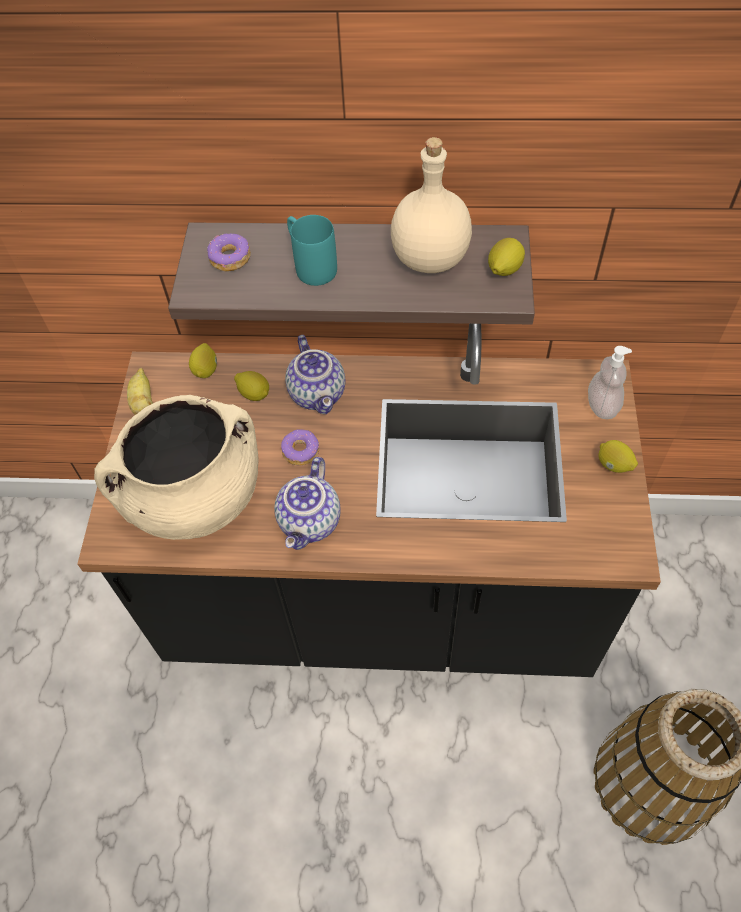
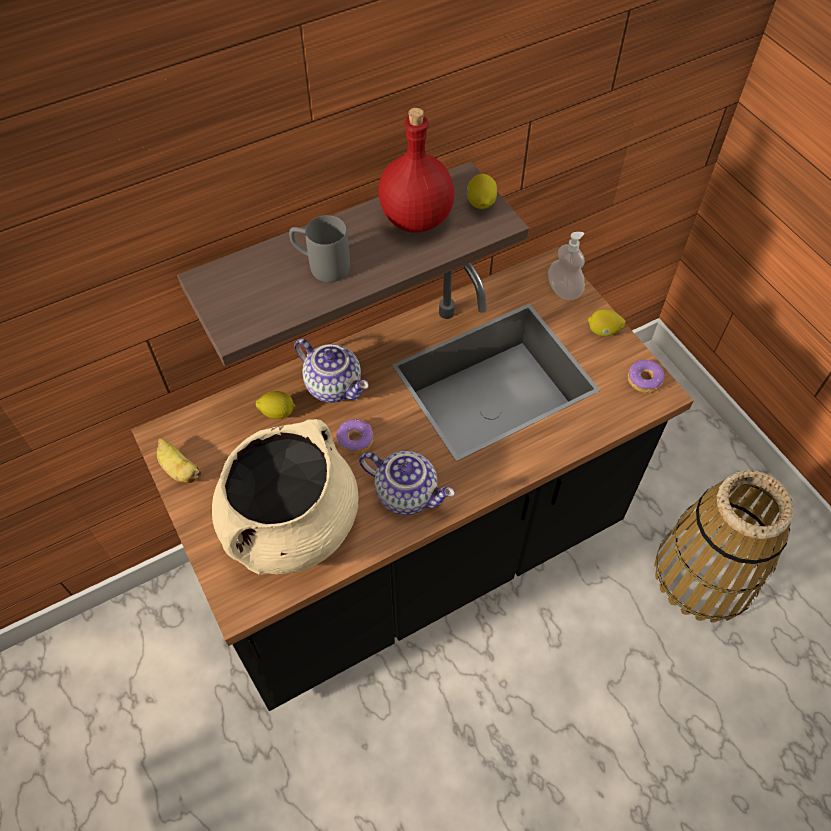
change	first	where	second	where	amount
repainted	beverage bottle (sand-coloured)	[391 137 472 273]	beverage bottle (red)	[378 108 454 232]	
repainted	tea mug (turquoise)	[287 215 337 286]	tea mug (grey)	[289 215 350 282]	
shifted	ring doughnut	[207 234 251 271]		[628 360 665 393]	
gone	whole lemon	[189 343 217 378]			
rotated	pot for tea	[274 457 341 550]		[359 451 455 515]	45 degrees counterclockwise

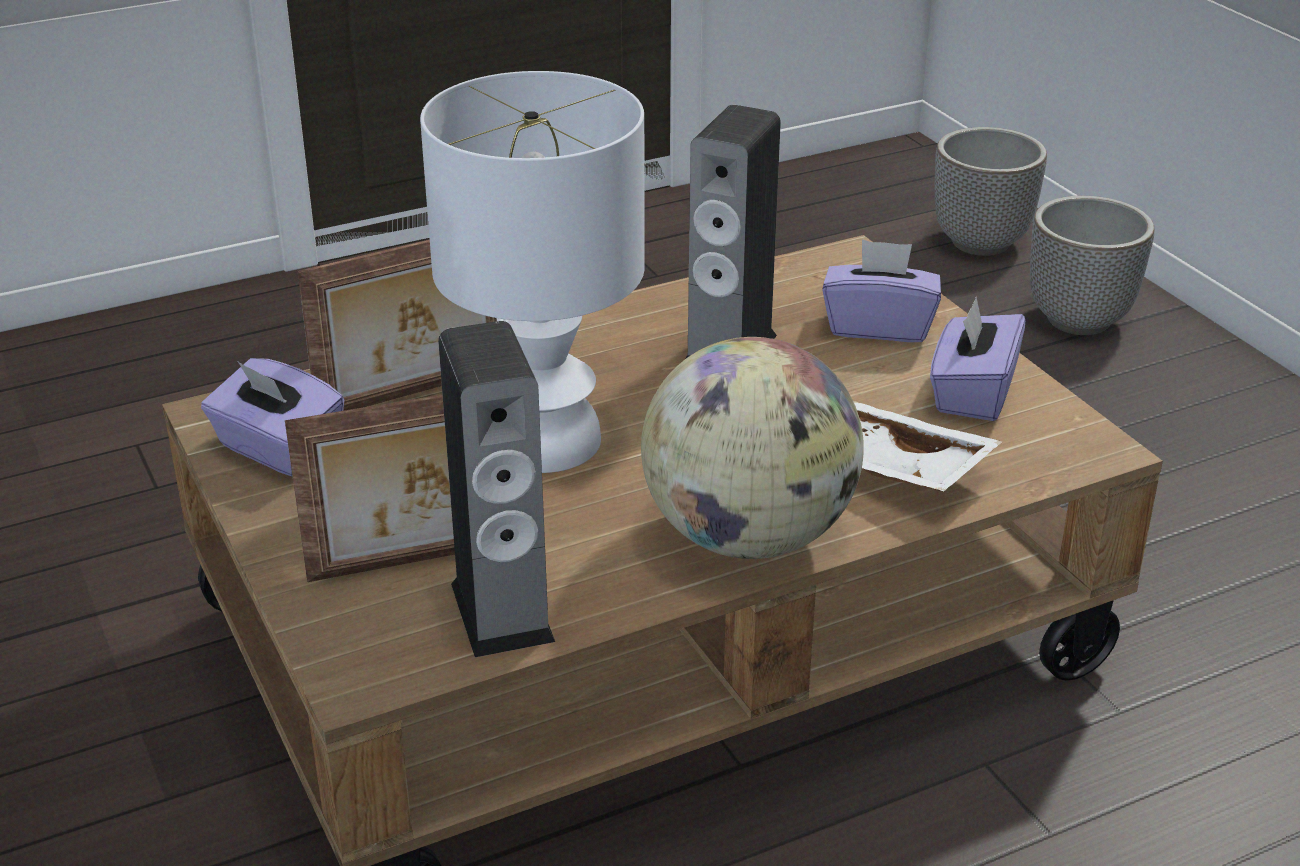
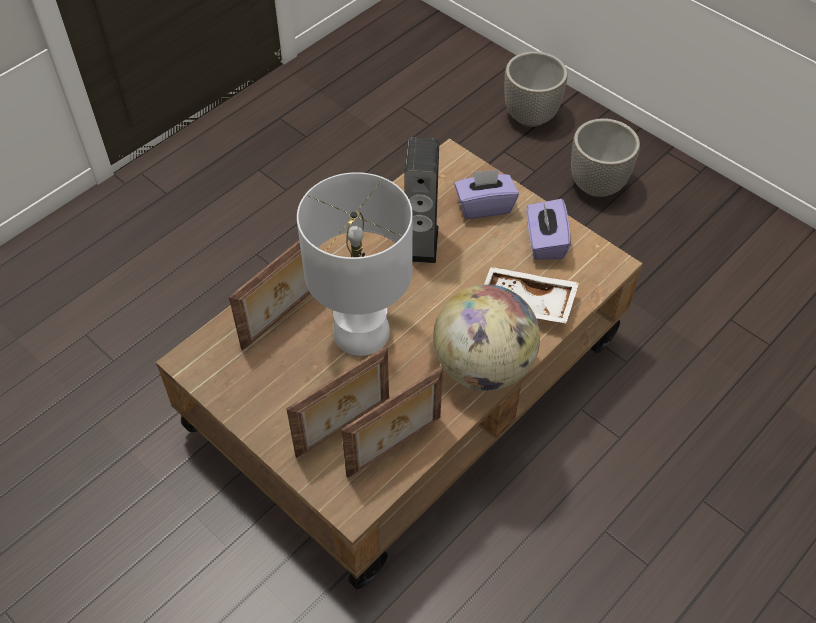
change	first	where	second	where	amount
shifted	planter	[935 127 1047 256]		[571 118 640 197]	
swapped	speaker	[438 321 555 657]	standing frame	[341 366 443 478]	
gone	box of tissues (purple-coloured)	[201 358 344 477]			

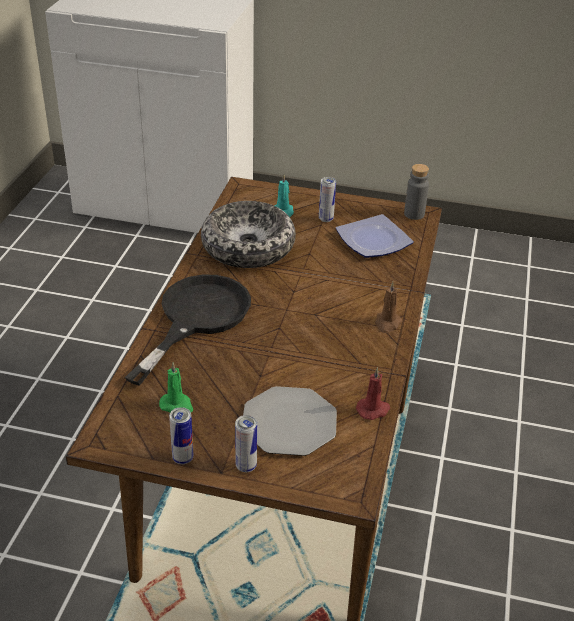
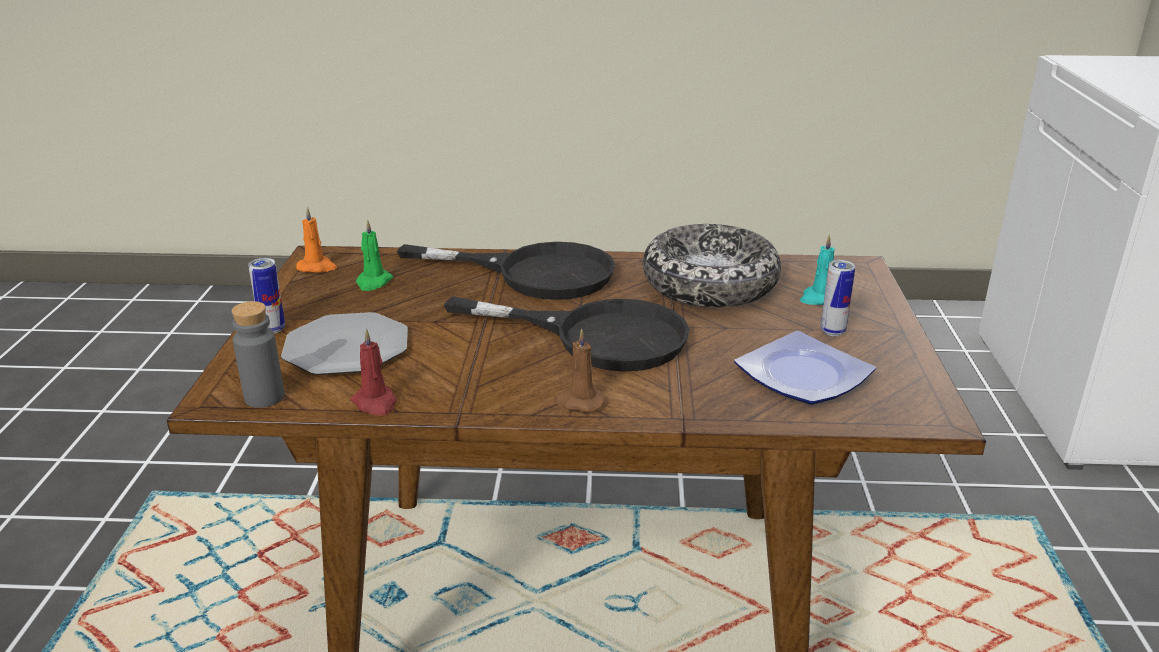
change	first	where	second	where	amount
shifted	beverage bottle (grey)	[404 164 429 220]		[231 301 284 408]	
gone	metal can	[169 407 193 464]			
new			wax candle (orange)	[296 206 337 273]	
new			skillet (black)	[444 296 690 372]	

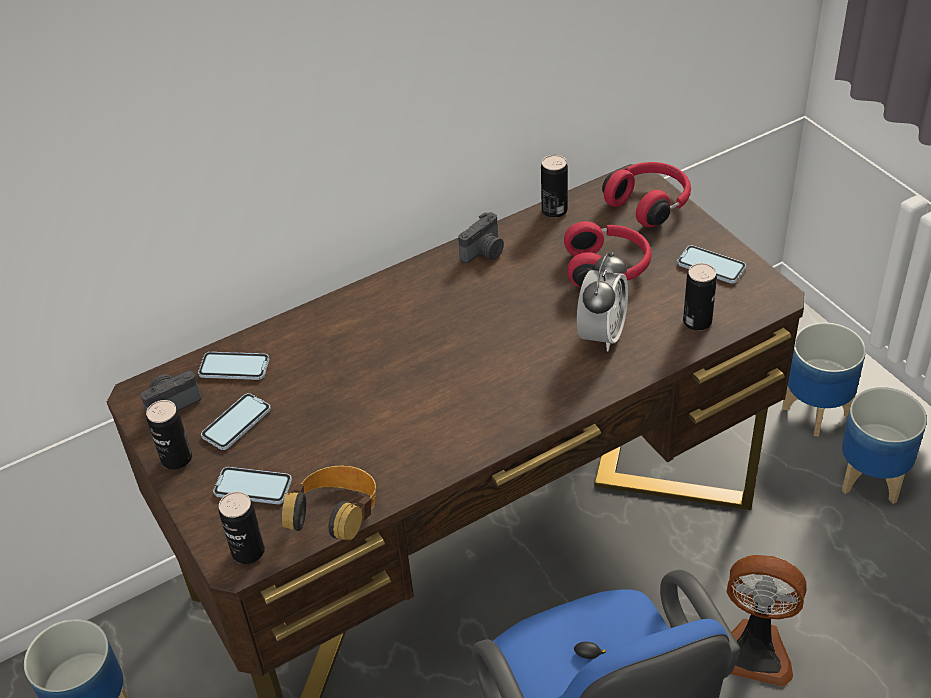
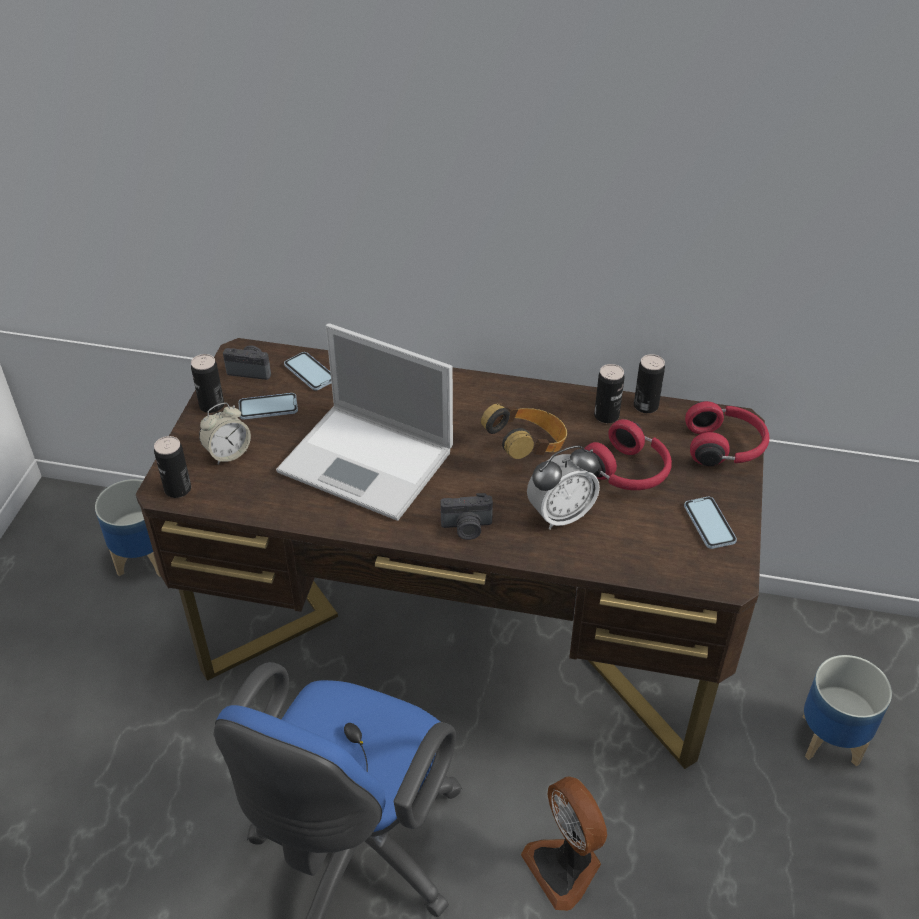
change	first	where	second	where	amount
shifted	still camera	[458 212 504 263]		[441 493 493 540]	
shifted	metal can	[683 263 717 331]		[594 364 625 423]	
gone	planter	[842 387 927 504]			
shifted	pair of headphones	[282 466 376 541]		[481 403 567 459]	
swapped	telephone	[213 467 292 504]	table clock	[199 403 251 464]	
new			laptop	[276 323 453 521]	

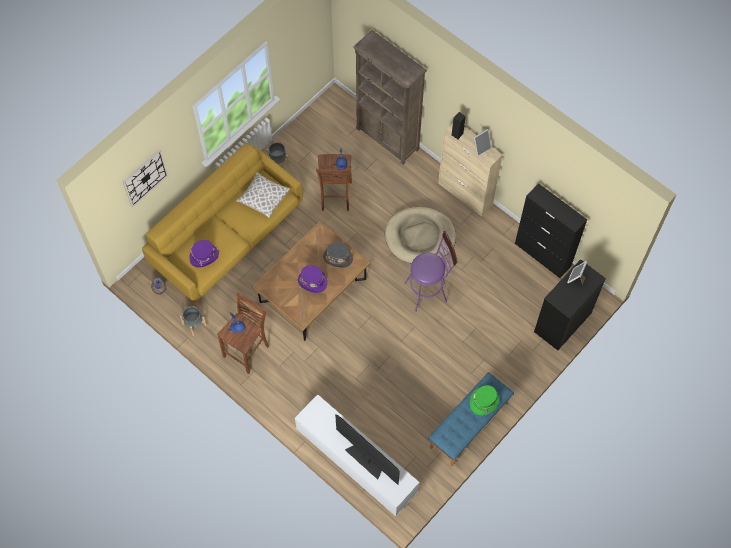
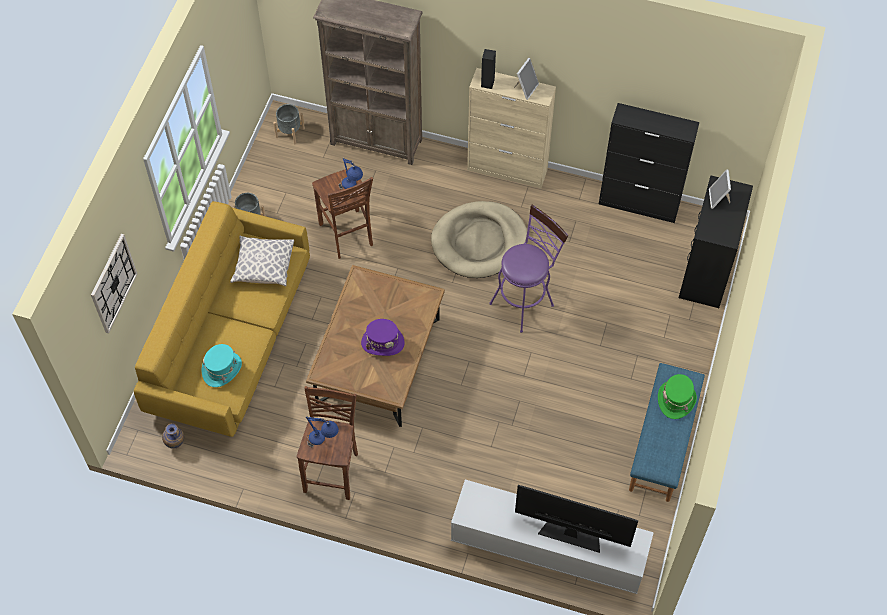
change	first	where	second	where	amount
repainted	wearable hat (purple-coloured)	[189 240 219 268]	wearable hat (turquoise)	[202 344 242 387]	
gone	wearable hat (grey)	[323 241 353 268]			
shifted	planter (grey)	[180 306 207 336]		[273 104 305 144]	

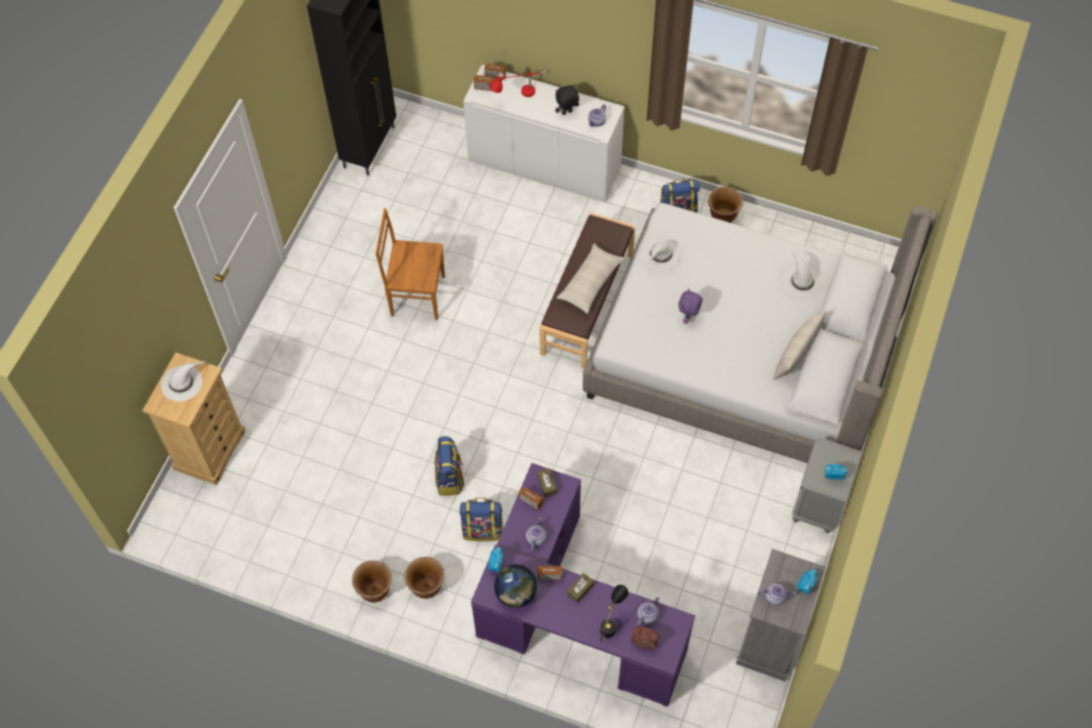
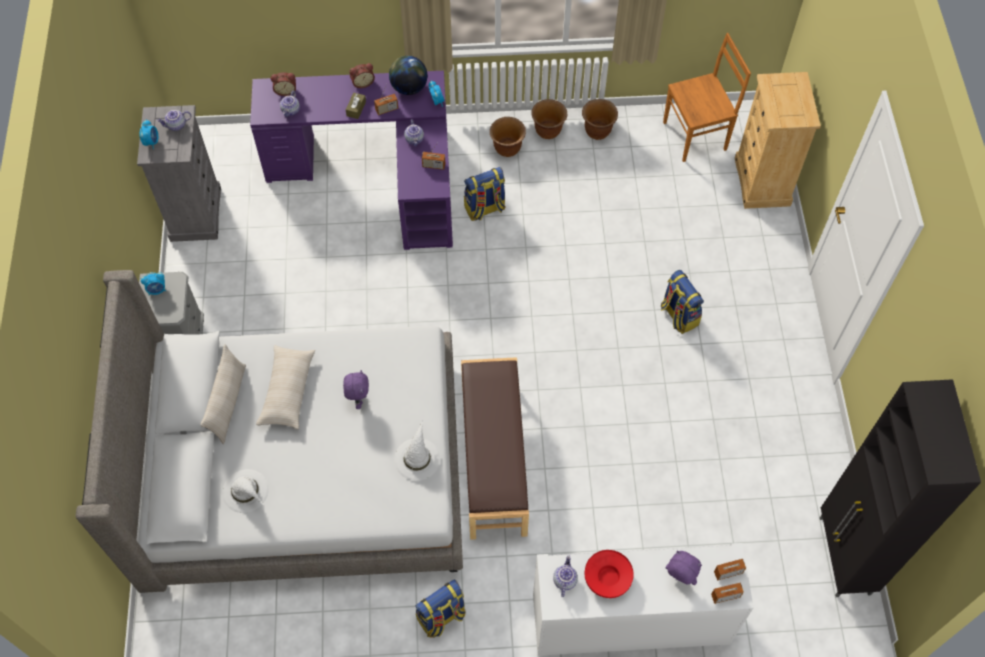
change	first	where	second	where	amount
swapped	lamp for a table (red)	[489 71 547 97]	soft toy (purple-coloured)	[666 551 702 585]	
swapped	soft toy (black)	[555 84 579 115]	serving bowl (red)	[585 550 634 598]	
shifted	planter (brownish)	[708 187 743 223]		[582 99 618 140]	
shifted	upright chair (brownish)	[375 208 445 320]		[663 33 751 162]	
shifted	throw pillow (sand-coloured)	[557 244 625 314]		[256 345 315 429]	
gone	wearable hat (white-coloured)	[161 361 205 401]			
shifted	backpack	[435 436 464 496]		[661 270 704 334]	
gone	box of tissues (brownish)	[537 468 557 497]			
gone	lamp for a table (black)	[600 585 628 642]			
new			table clock	[349 63 375 88]	

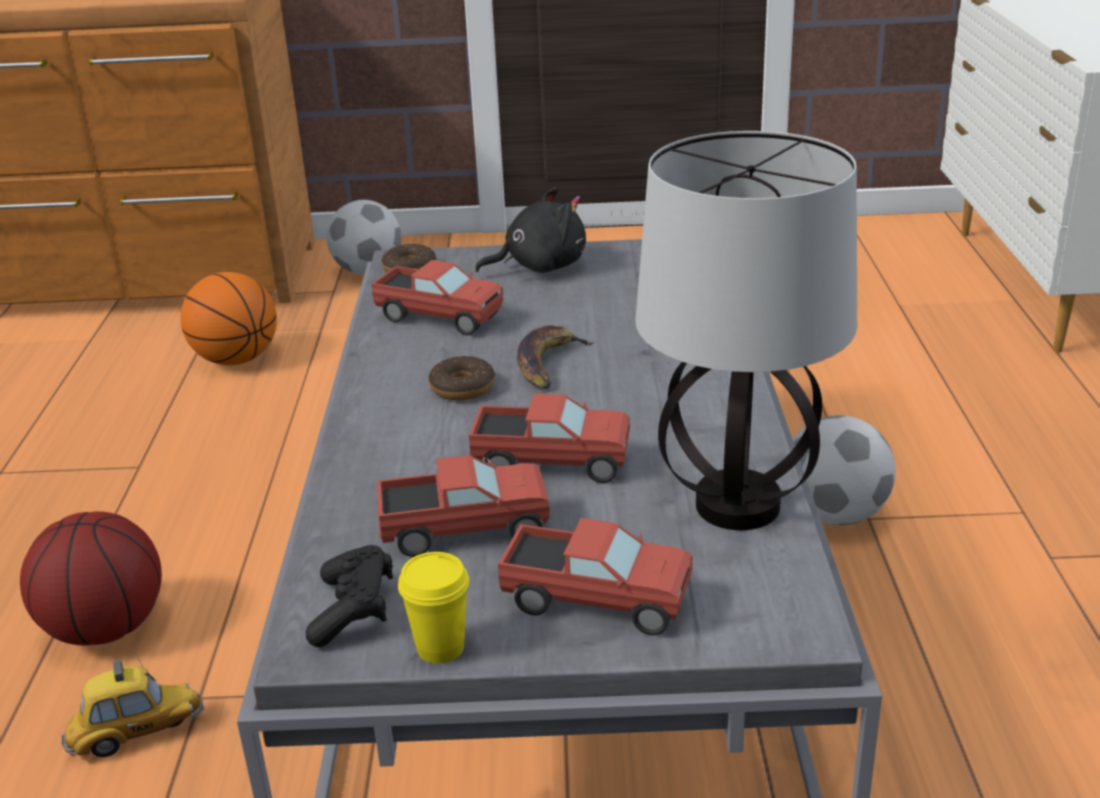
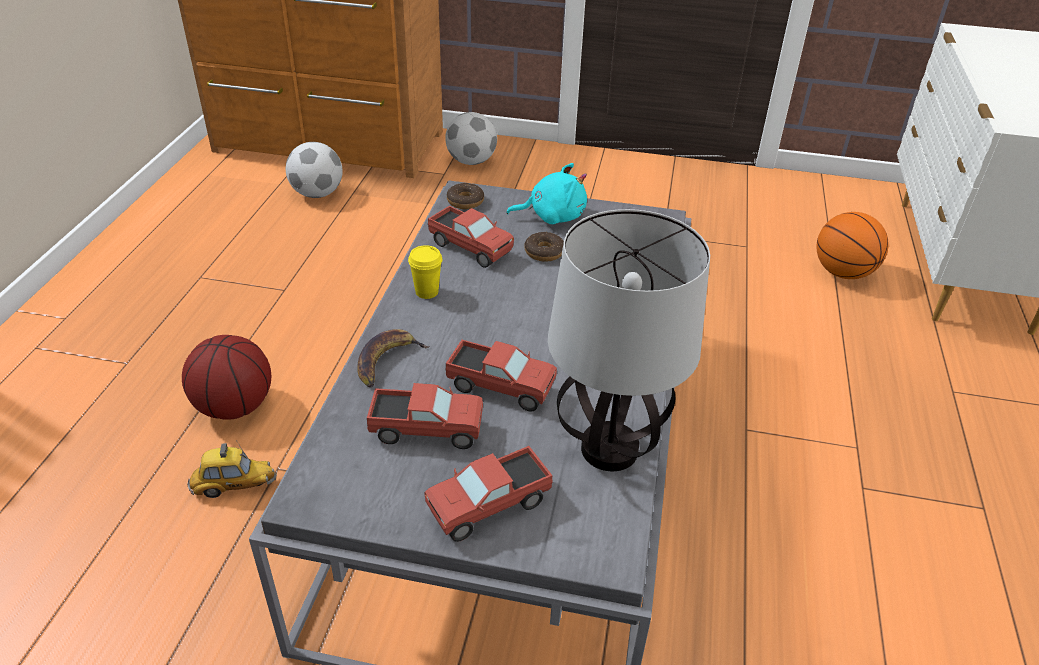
change	first	where	second	where	amount
repainted	soft toy (black)	[475 187 586 273]	soft toy (turquoise)	[506 163 587 224]	
shifted	basketball ball	[181 272 277 365]		[817 212 889 279]	
shifted	banana	[517 325 595 389]		[357 329 430 387]	
shifted	ring doughnut	[429 355 495 400]		[524 231 564 262]	
shifted	football	[793 415 896 525]		[286 142 343 198]	
rotated	toy lorry	[498 518 693 635]		[424 446 553 542]	120 degrees clockwise
gone	joypad (black)	[306 545 393 647]			
shifted	cup (yellow-coloured)	[398 552 469 663]		[408 245 443 299]	

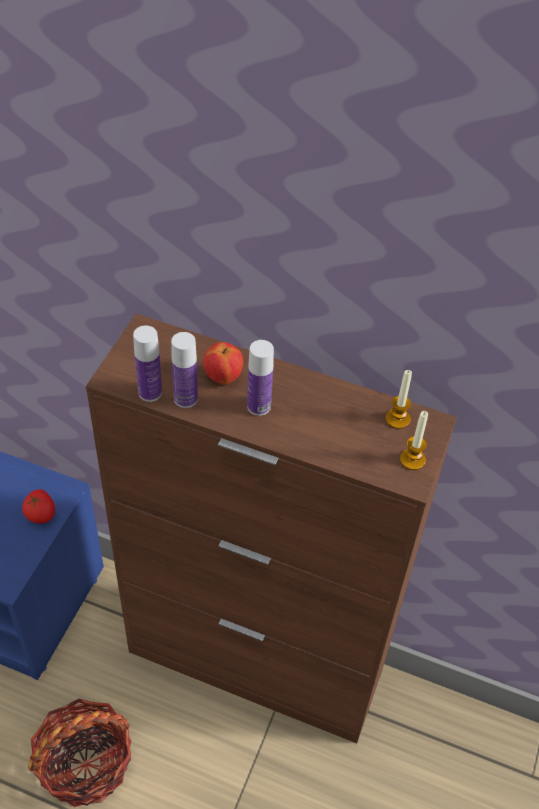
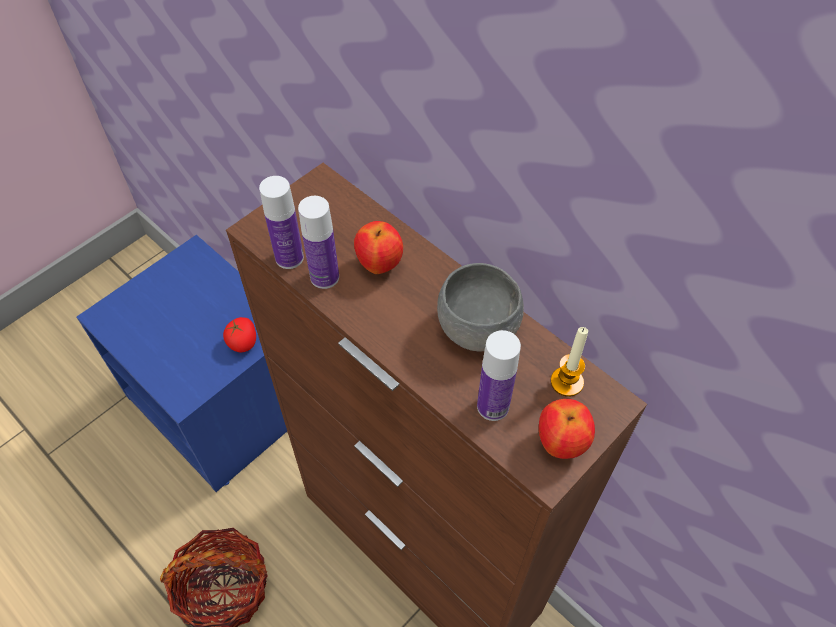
change	first	where	second	where	amount
shifted	beverage bottle	[247 340 274 416]		[477 330 521 421]	
swapped	wax candle	[400 411 428 470]	whole apple	[539 399 595 459]	
new			serving bowl (grey)	[437 263 524 351]	

